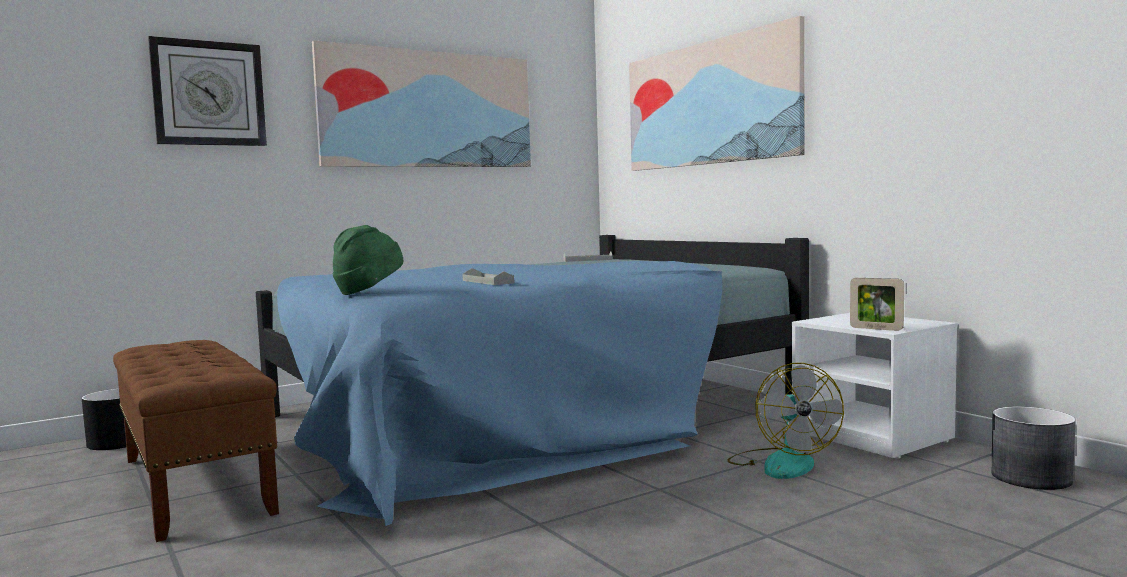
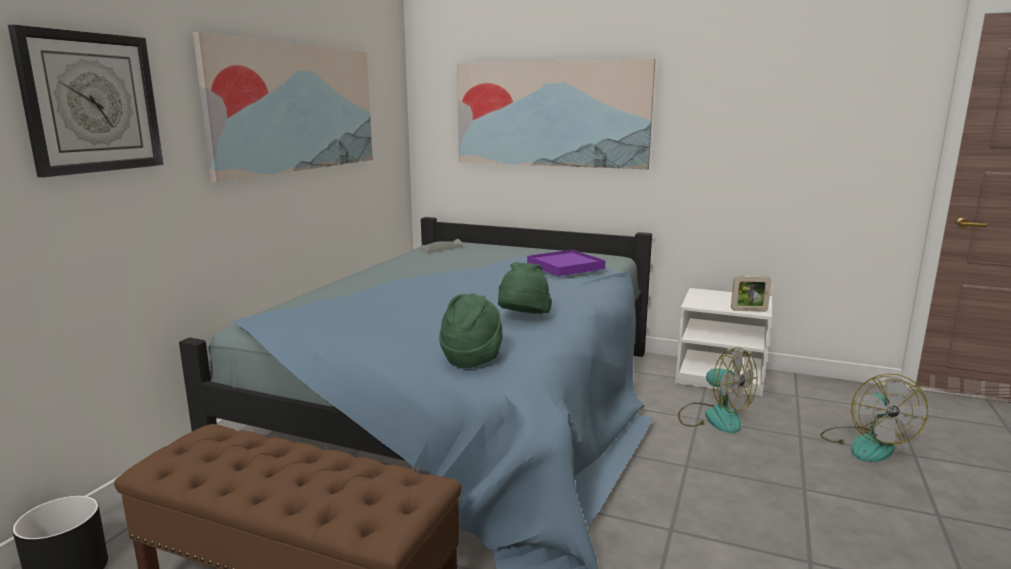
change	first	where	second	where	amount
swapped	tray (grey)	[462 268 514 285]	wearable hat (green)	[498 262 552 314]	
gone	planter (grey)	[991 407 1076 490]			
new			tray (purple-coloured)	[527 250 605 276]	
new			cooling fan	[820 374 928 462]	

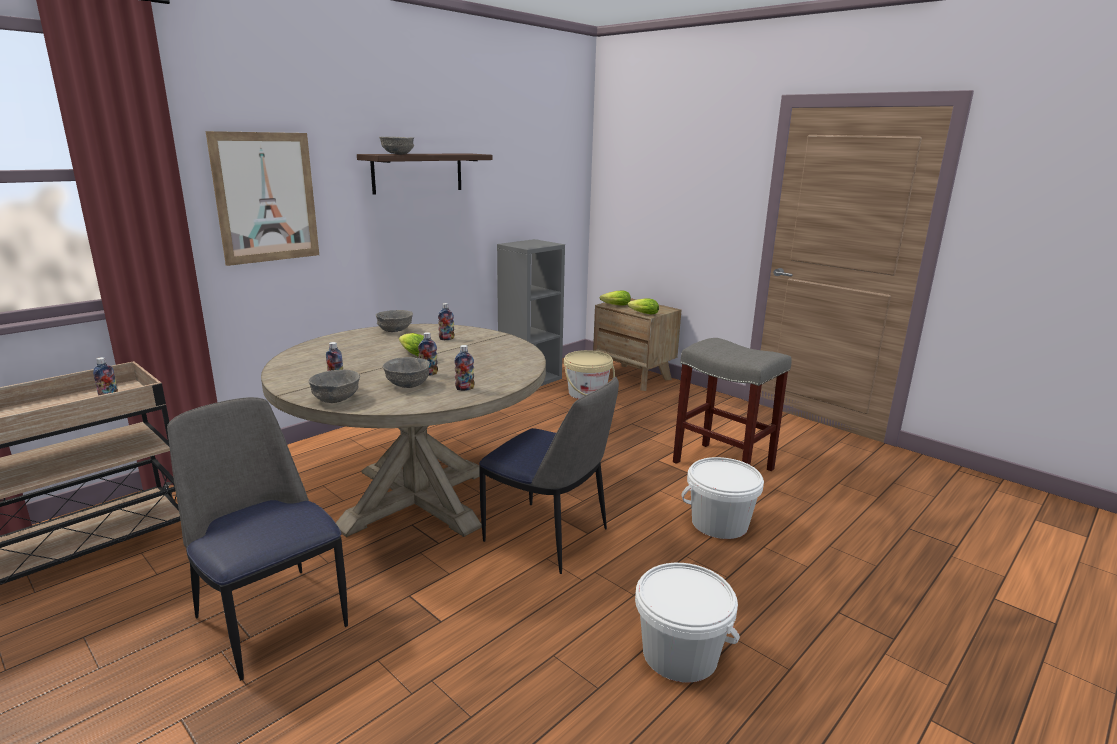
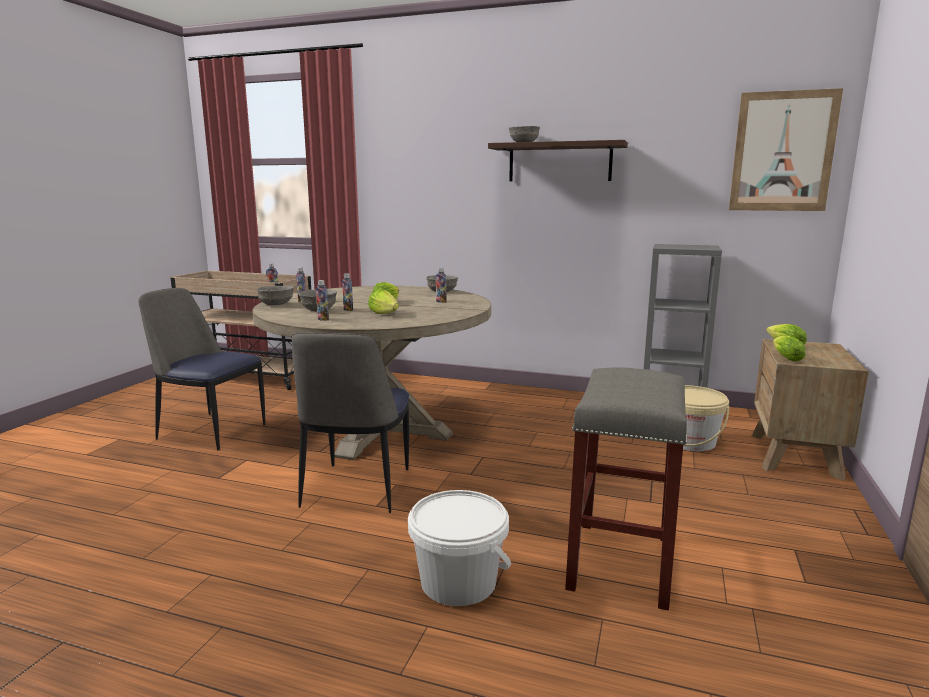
change	first	where	second	where	amount
shifted	picture	[206 131 319 266]		[729 88 843 211]	
rotated	upright chair	[167 397 348 681]		[138 288 265 451]	90 degrees counterclockwise
gone	pail (white-coloured)	[635 563 740 683]			
new			head of lettuce	[368 289 399 314]	

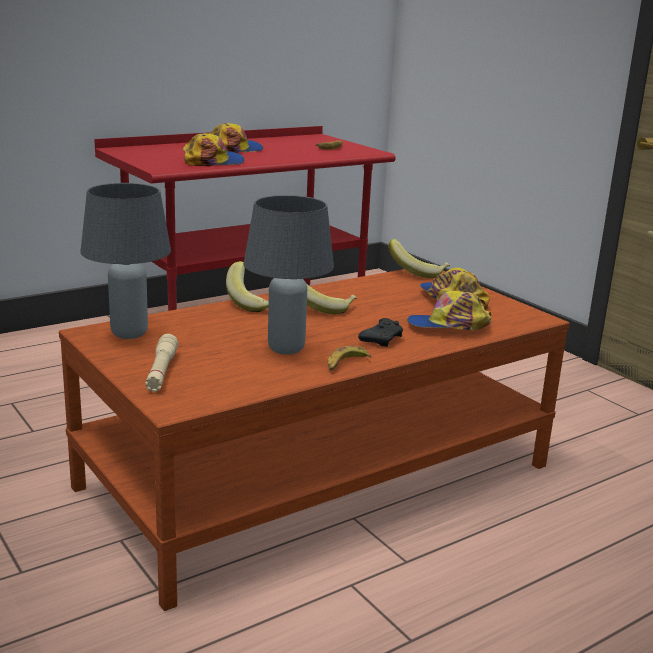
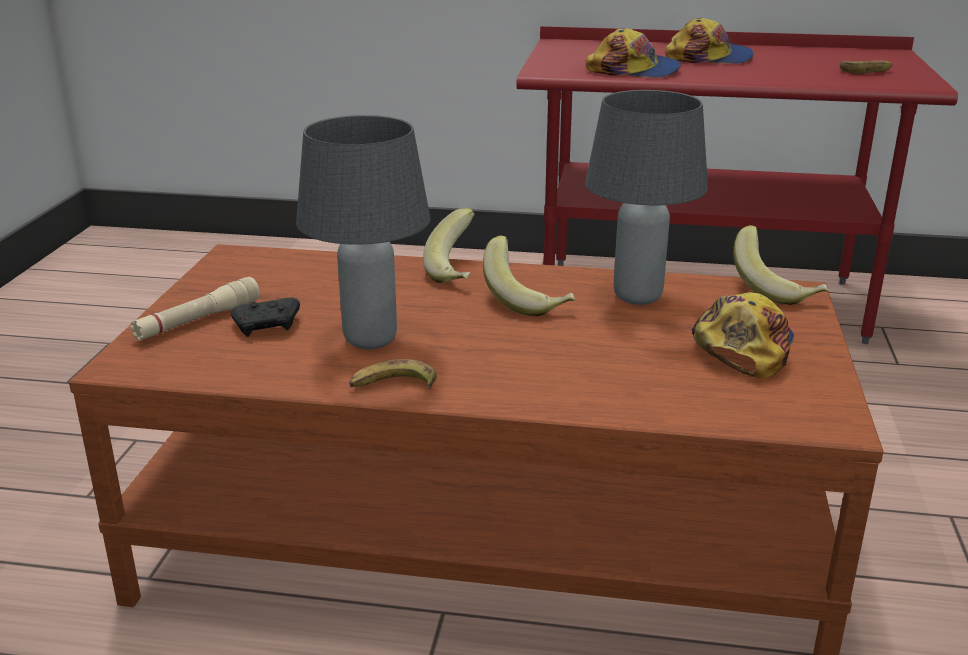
change	first	where	second	where	amount
shifted	lamp for a table (grey)	[80 183 171 339]		[585 90 708 305]	
gone	peaked cap	[407 291 491 331]			
shifted	joypad (black)	[358 318 403 347]		[231 298 300 337]	

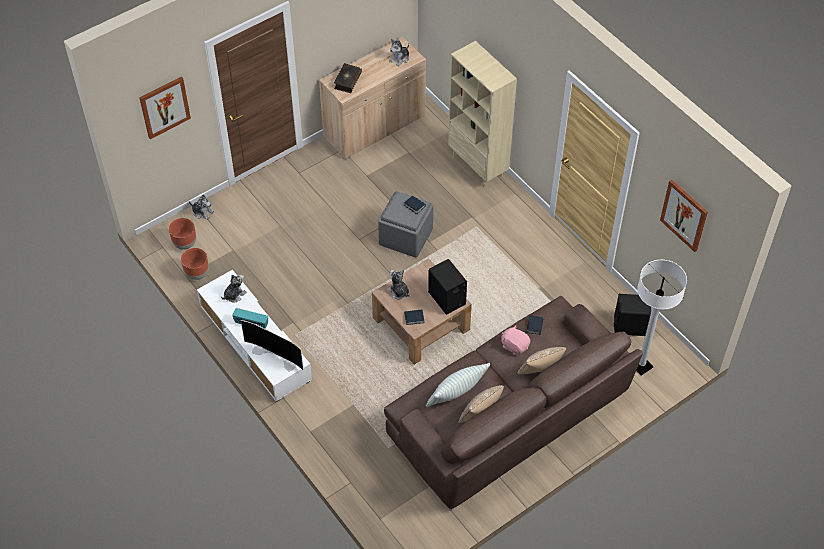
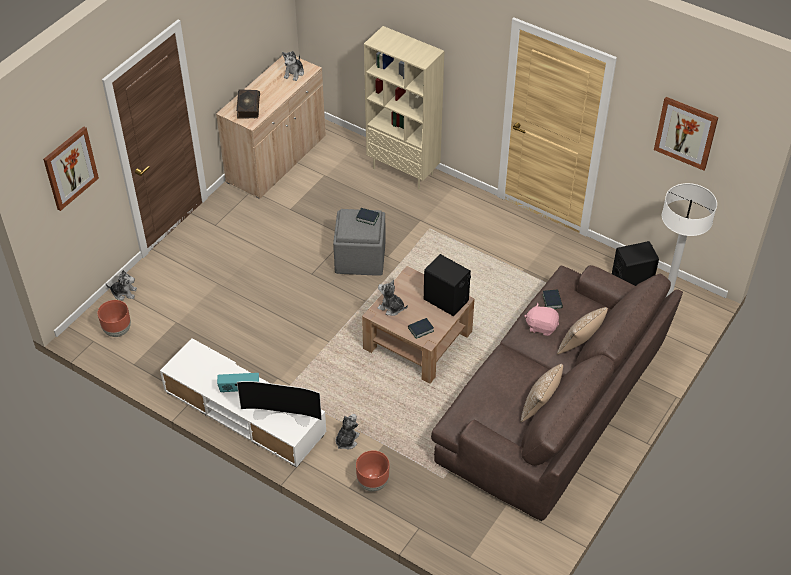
change	first	where	second	where	amount
shifted	planter (brownish)	[181 248 209 280]		[356 450 389 492]	
shifted	soft toy	[221 274 247 303]		[335 414 360 450]	
gone	throw pillow	[426 363 490 407]			

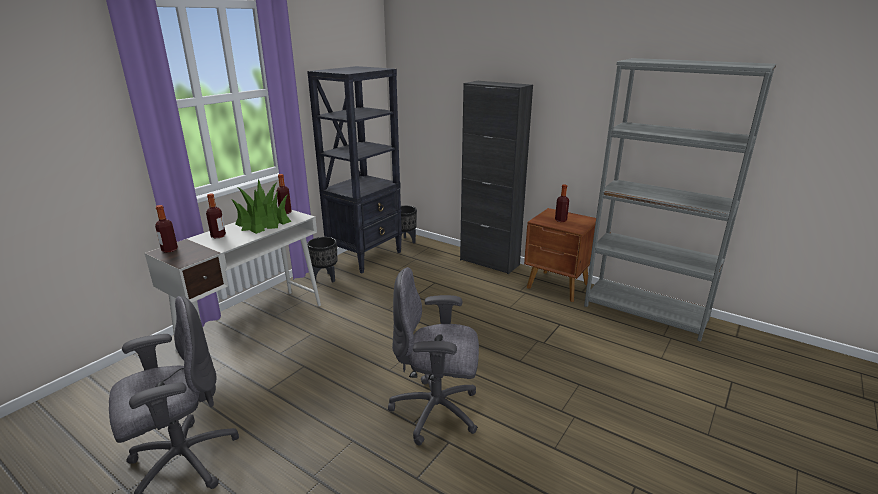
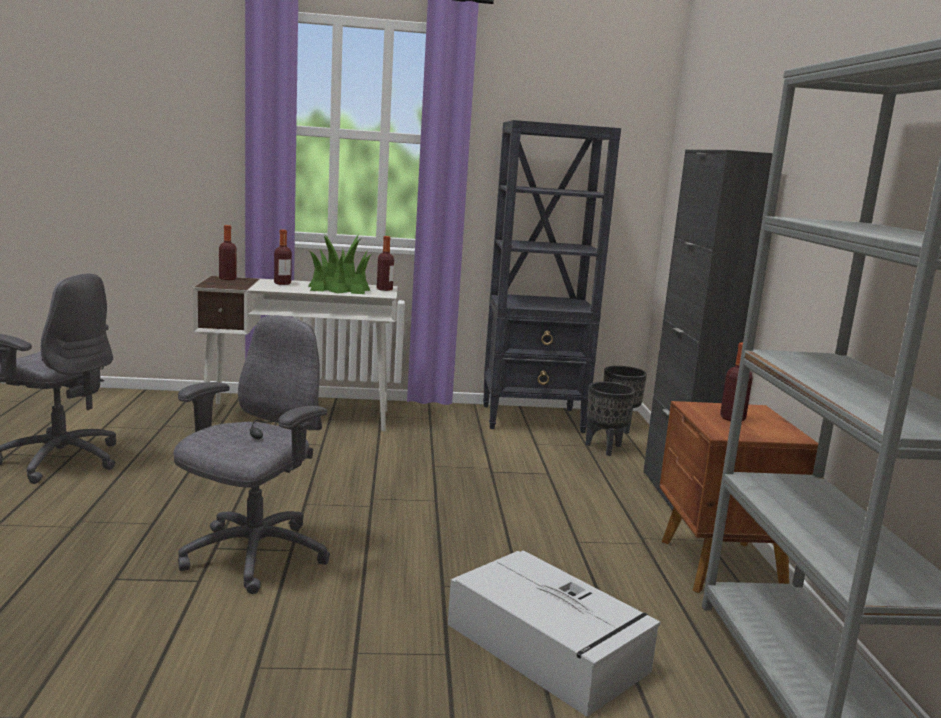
change	first	where	second	where	amount
shifted	planter (black)	[307 237 338 282]		[586 382 635 456]	
rotated	office chair (grey)	[388 267 479 445]		[174 315 330 594]	60 degrees clockwise
new			storage box (grey)	[448 550 661 717]	

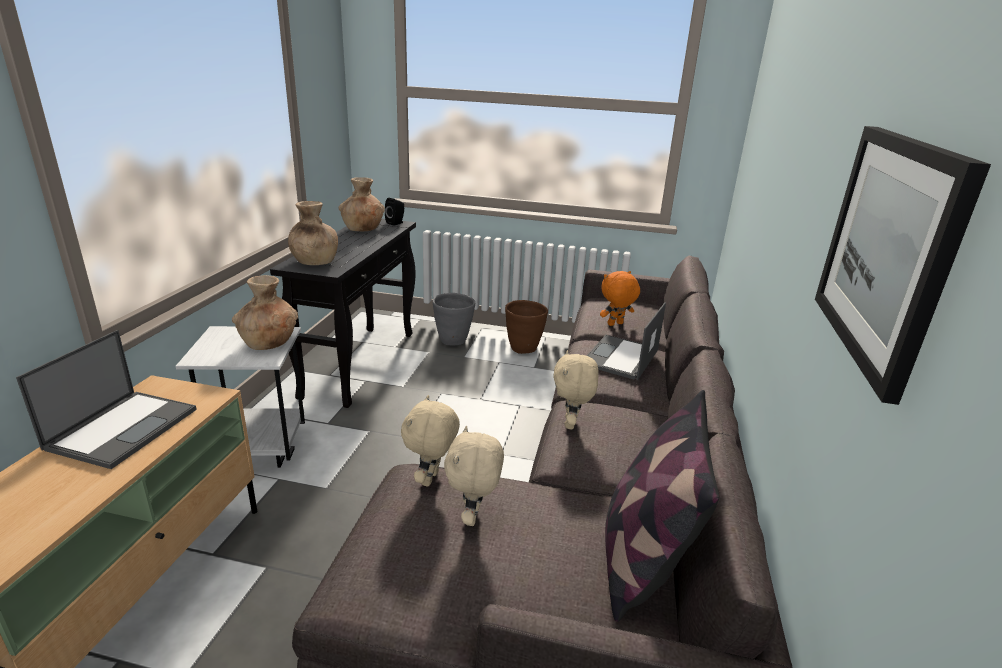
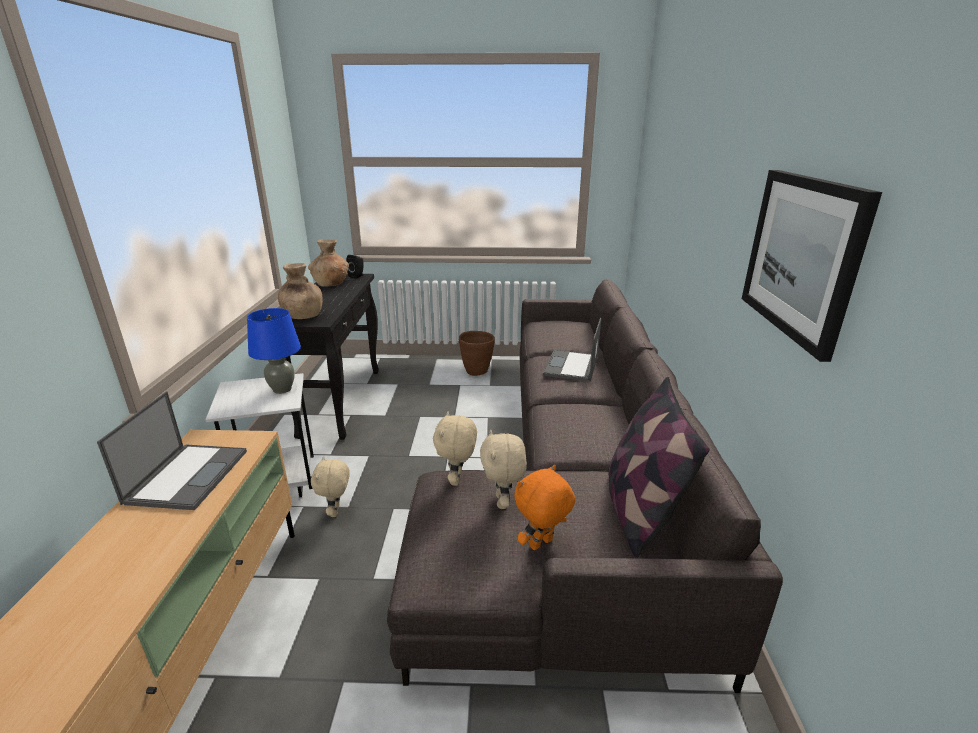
change	first	where	second	where	amount
shifted	soft toy (orange)	[600 271 640 326]		[514 465 575 550]	
swapped	vase (brownish)	[232 275 298 350]	lamp for a table (blue)	[247 308 301 394]	
gone	planter (grey)	[433 293 475 345]			
shifted	soft toy (sand-coloured)	[553 350 599 429]		[311 456 350 517]	

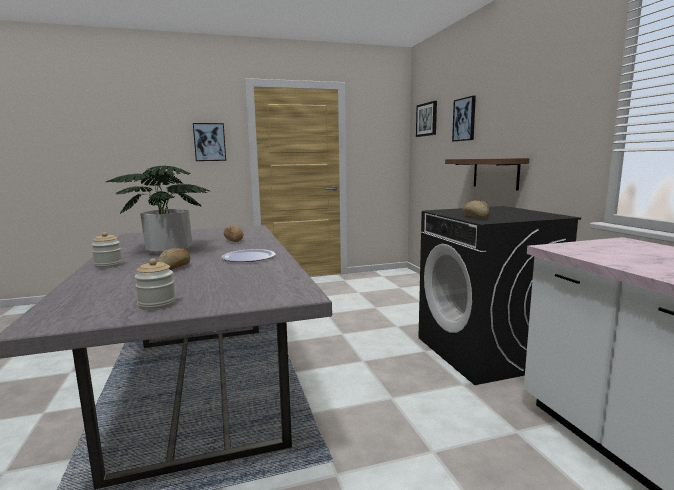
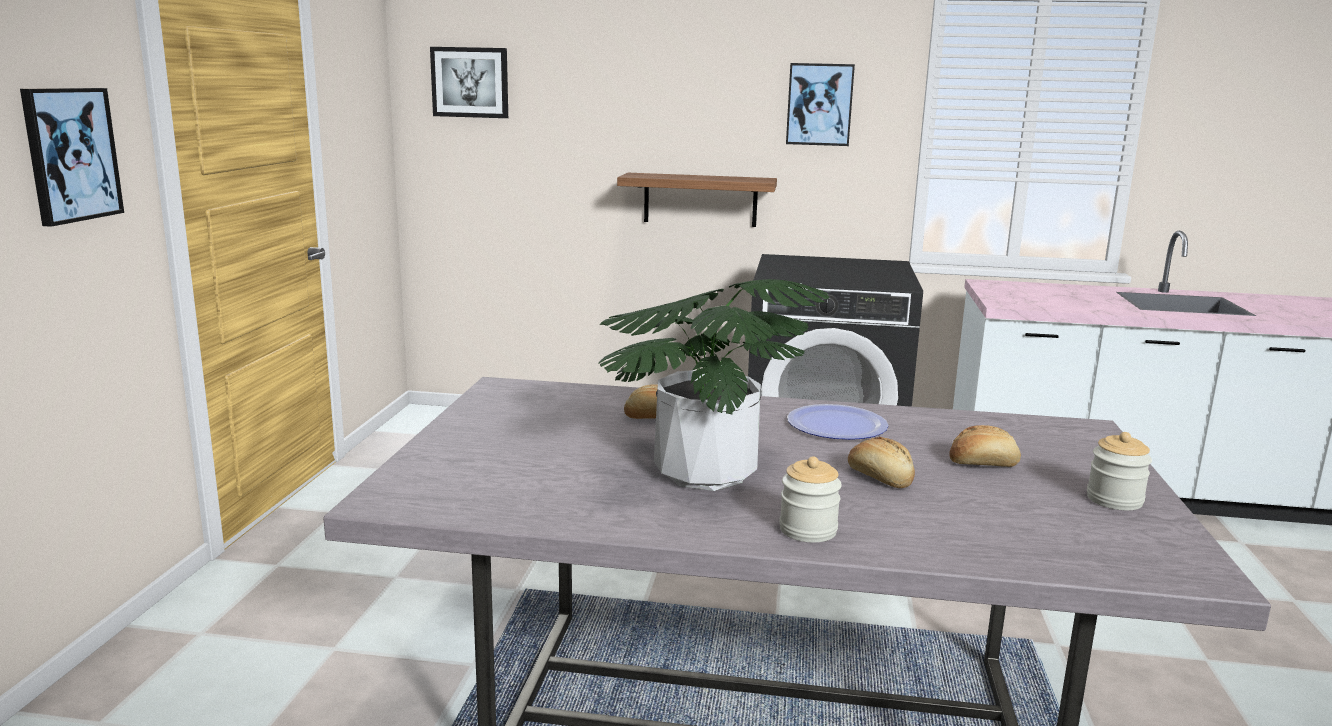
change	first	where	second	where	amount
shifted	picture	[452 96 476 142]		[786 63 855 146]	
shifted	bread	[462 201 490 219]		[949 425 1021 467]	

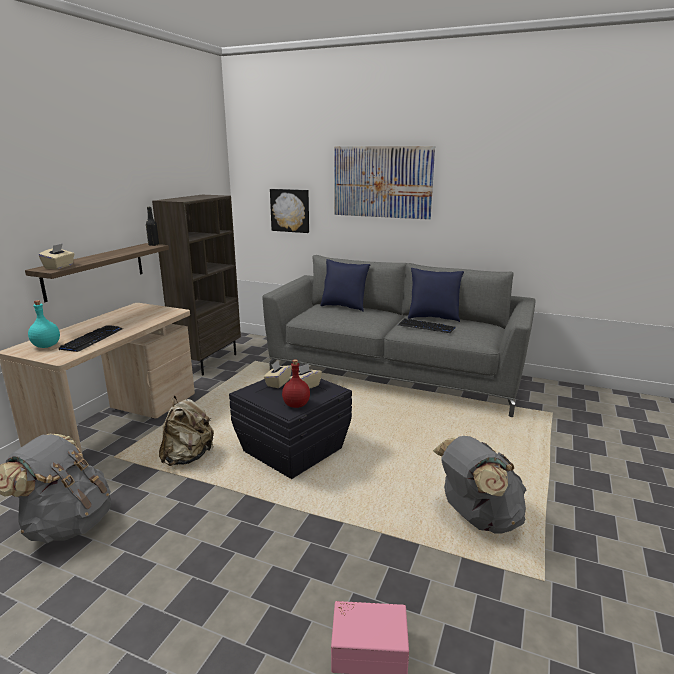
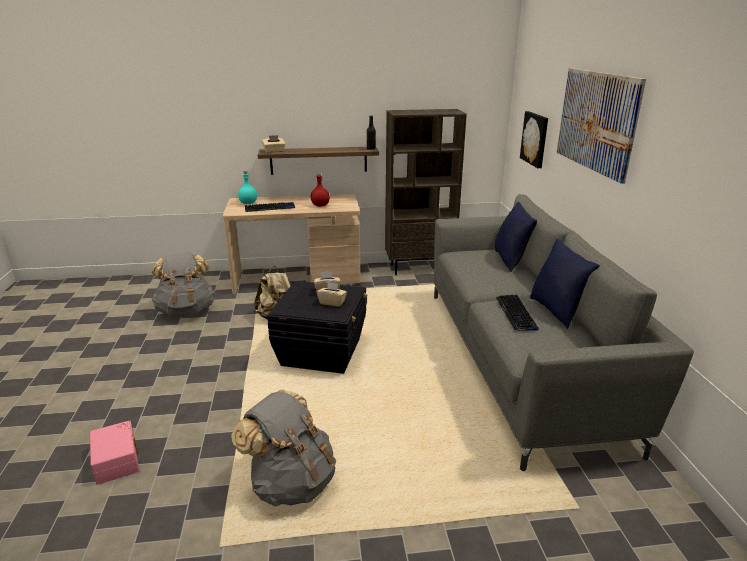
change	first	where	second	where	amount
shifted	beverage bottle (red)	[282 359 310 408]		[311 173 330 207]	

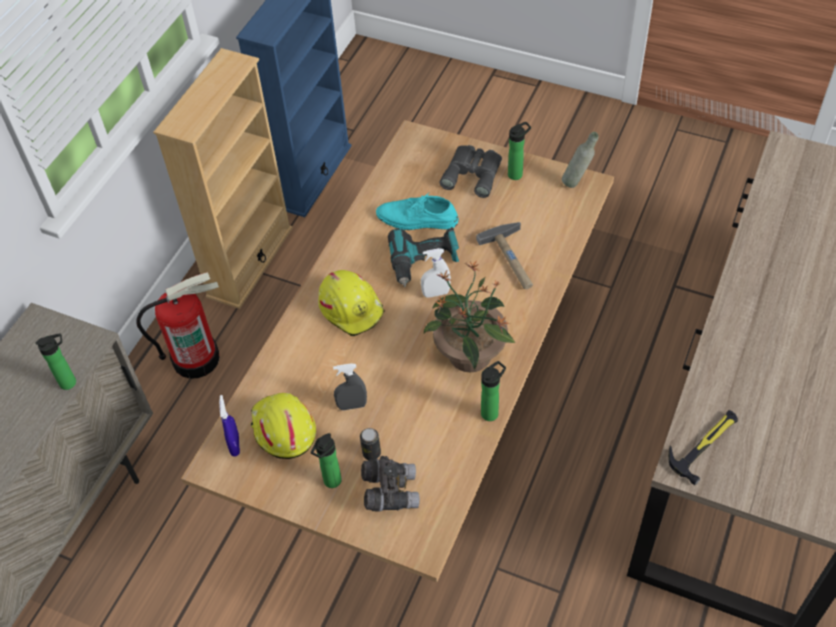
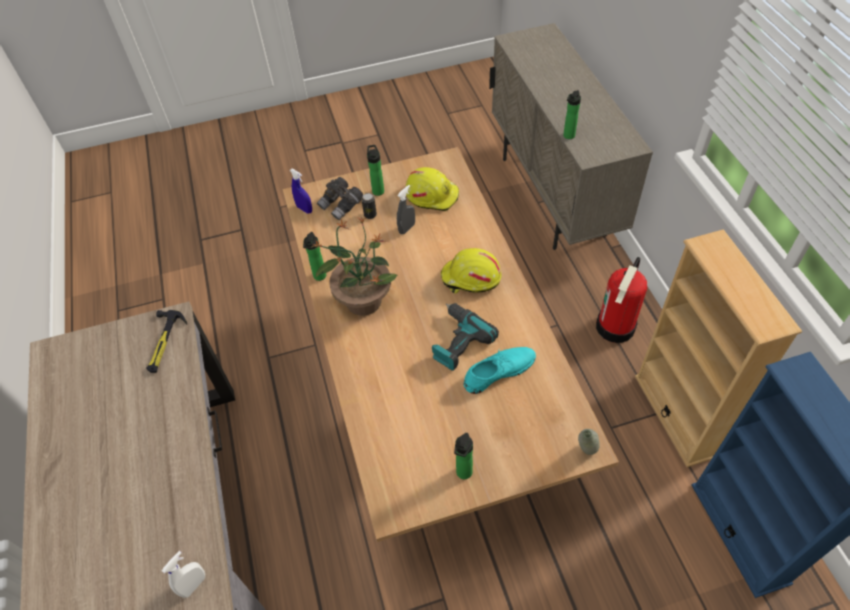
change	first	where	second	where	amount
shifted	beverage bottle (grey)	[562 132 599 188]		[578 429 600 455]	
gone	binoculars (grey)	[439 145 502 198]			
gone	hammer	[476 222 533 289]			
shifted	hand sprayer (white-coloured)	[421 248 451 298]		[162 551 205 598]	
shifted	hand sprayer (blue)	[219 395 240 456]		[290 169 312 214]	

